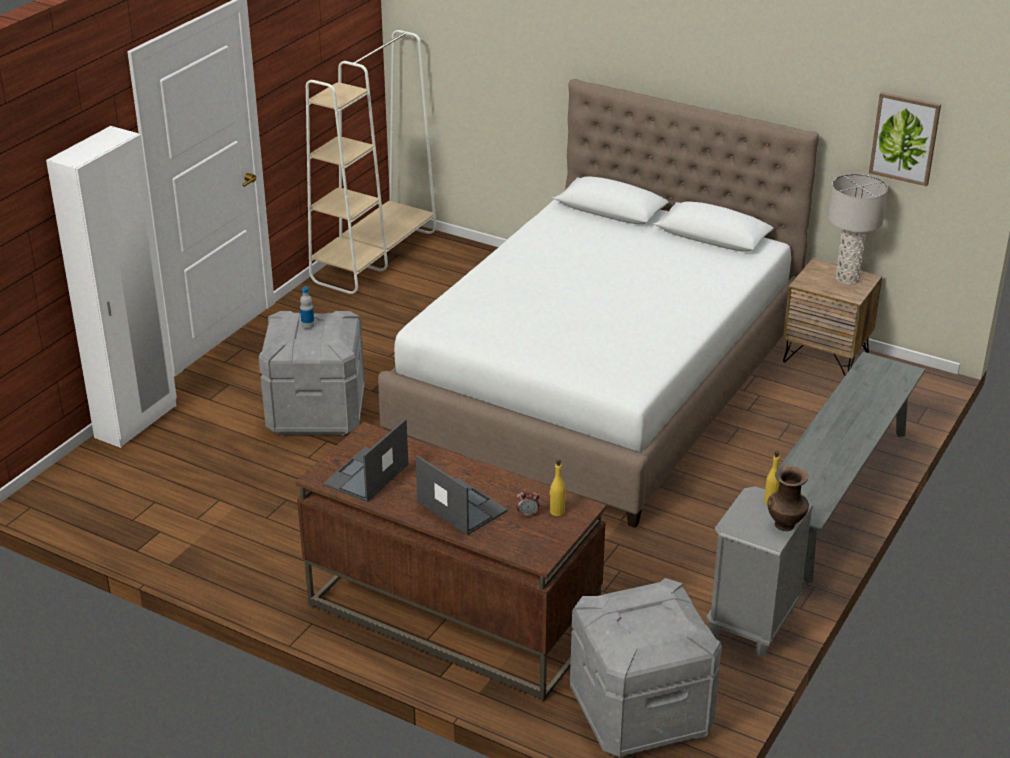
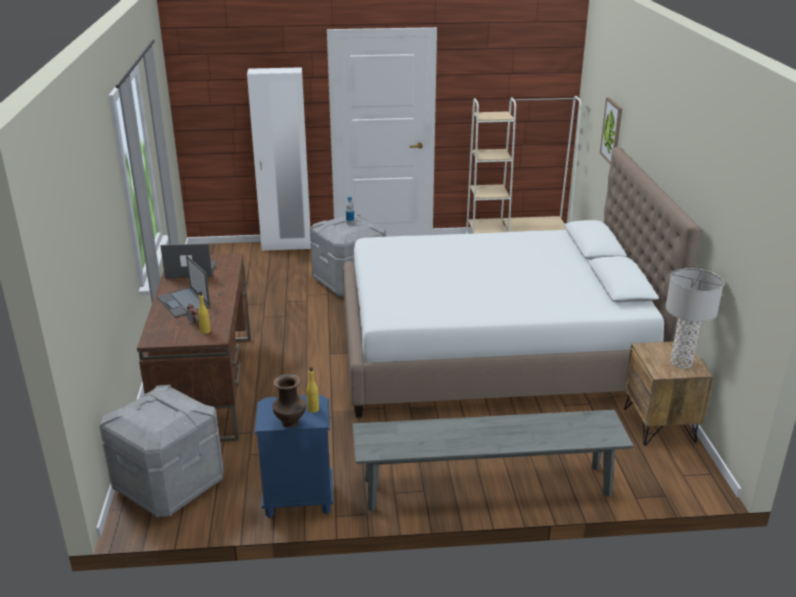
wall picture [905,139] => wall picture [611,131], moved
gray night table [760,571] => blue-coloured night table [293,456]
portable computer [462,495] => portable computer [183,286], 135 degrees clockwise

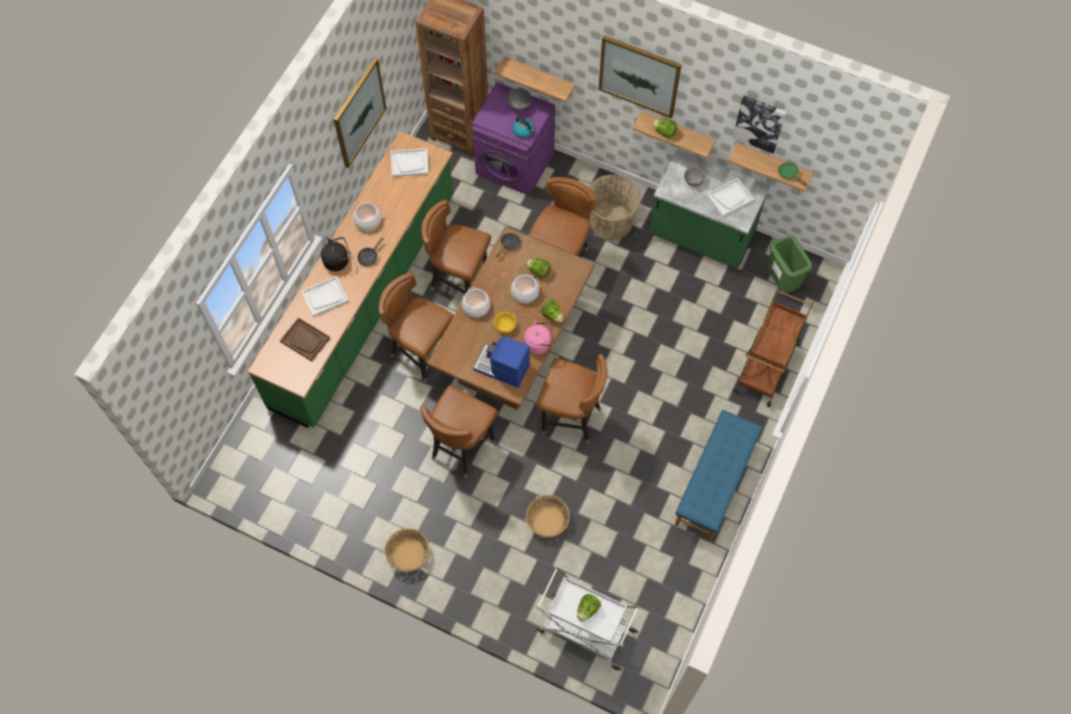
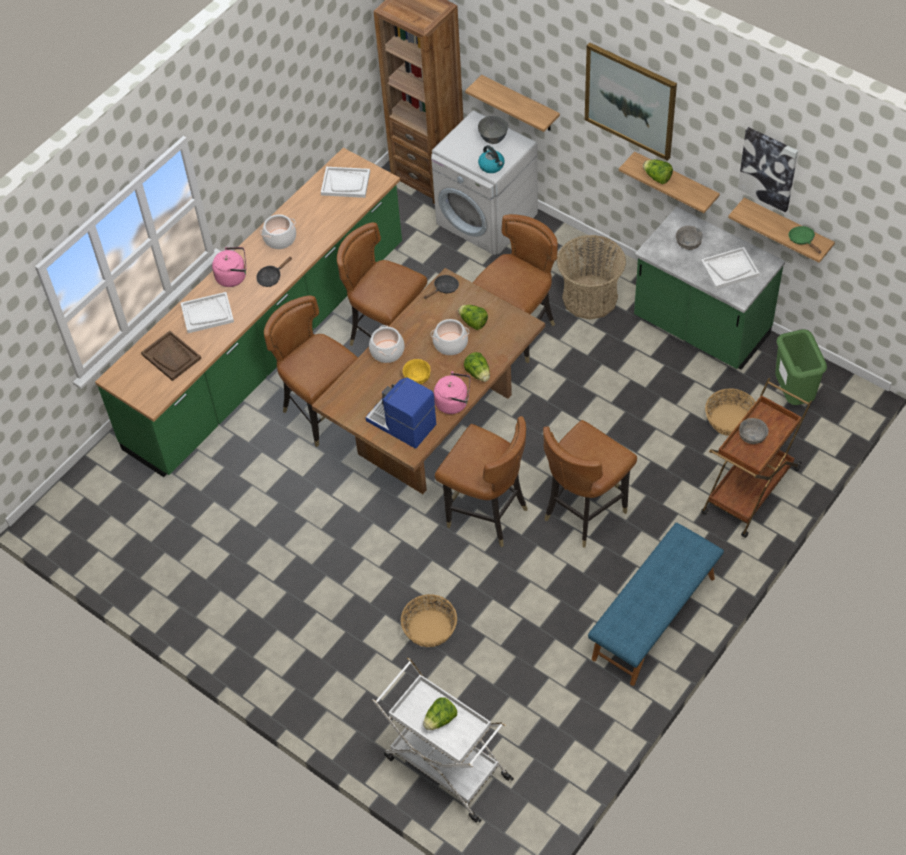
wall picture [360,113] => nothing
nothing => gray bowl [754,431]
household basket [407,550] => household basket [730,412], moved
brown upright chair [459,431] => brown upright chair [590,484], moved
blackish tea kettle [336,254] => pink tea kettle [229,267]
purple-coloured laundry machine [513,138] => white-coloured laundry machine [484,182]

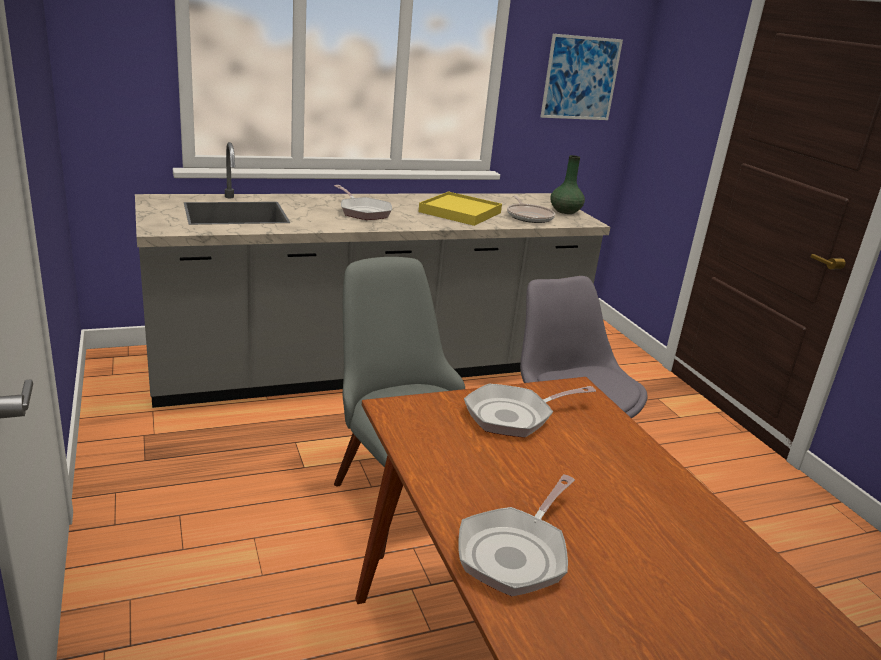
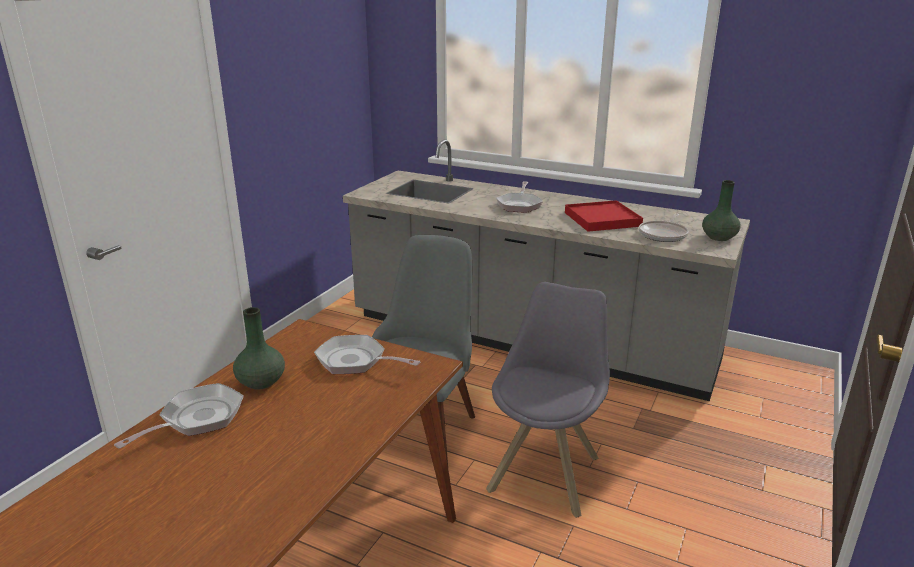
wall picture [582,77] => nothing
nothing => green-coloured vase [259,348]
yellow-coloured carrying tray [460,208] => reddish carrying tray [604,216]
skillet [516,535] => skillet [179,416], 135 degrees clockwise

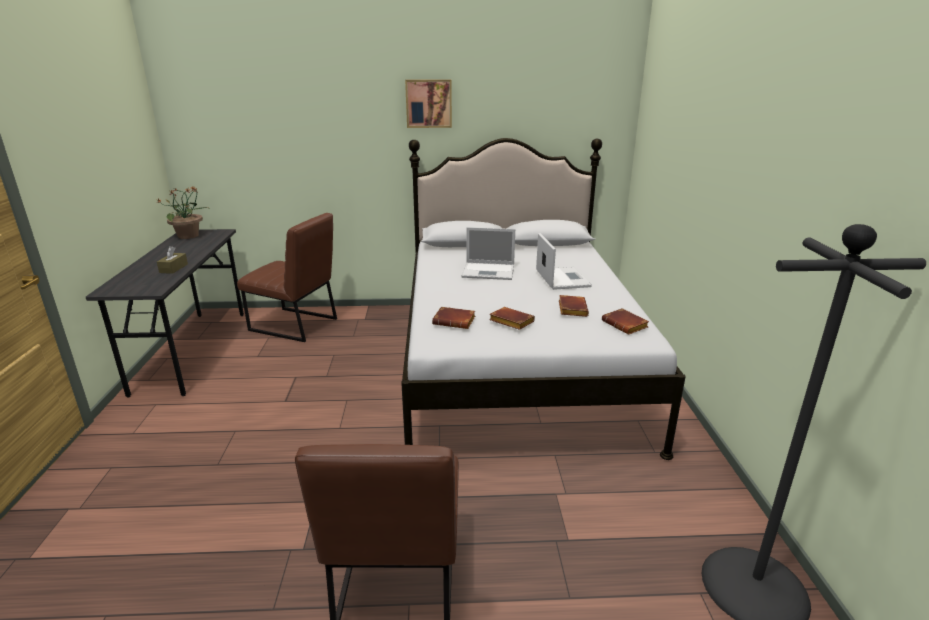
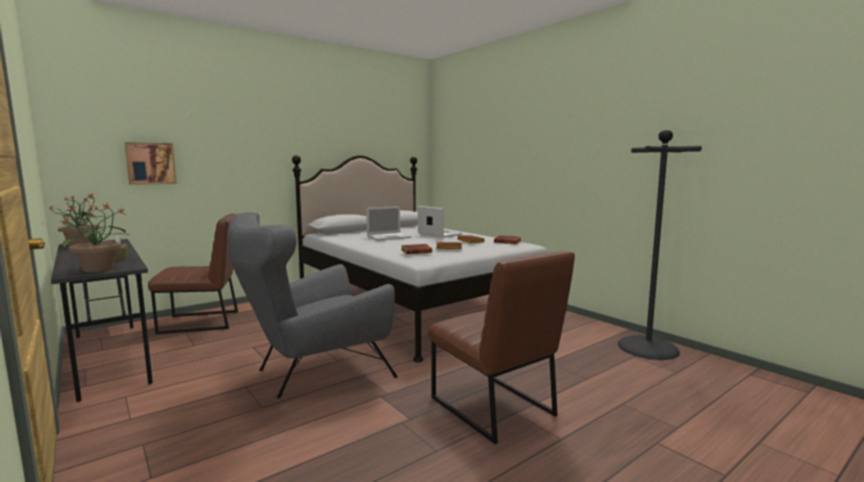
nothing => plant in a pot [95,237]
nothing => gray easy chair [312,305]
wall picture [428,103] => wall picture [150,163], moved

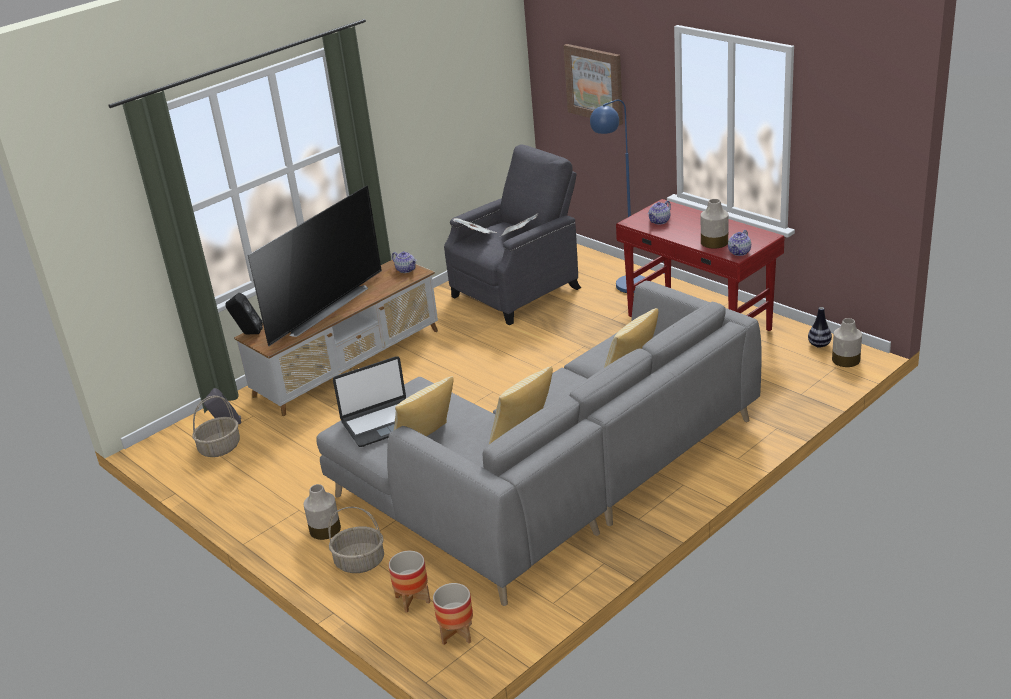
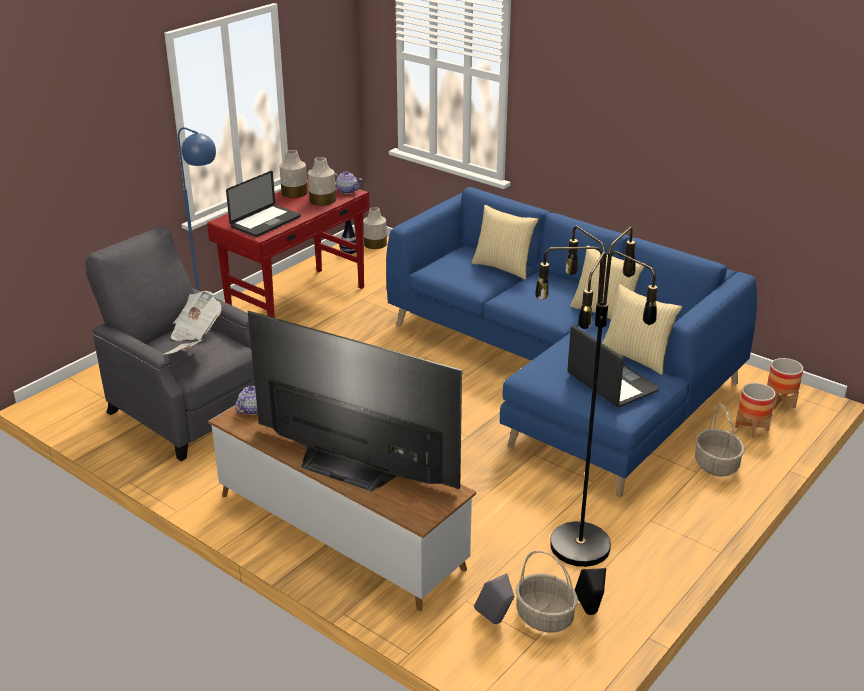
wall picture [593,85] => nothing
nothing => standard lamp [596,396]
blackish audio speaker [244,313] => blackish audio speaker [590,591], moved
sand-coloured vase [322,512] => sand-coloured vase [294,174], moved
tea pot [659,213] => portable computer [263,204]
gray sofa [539,443] => blue-coloured sofa [571,342]

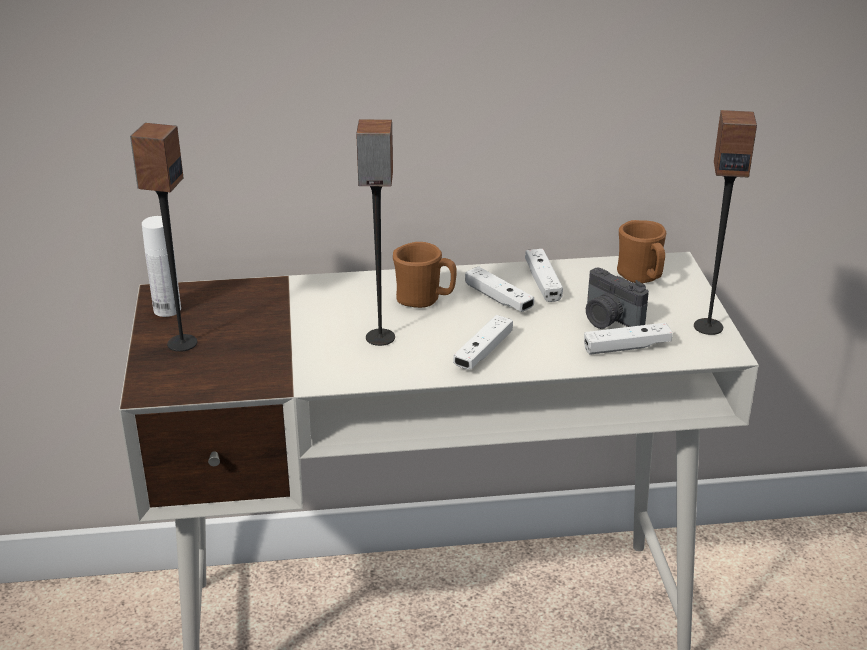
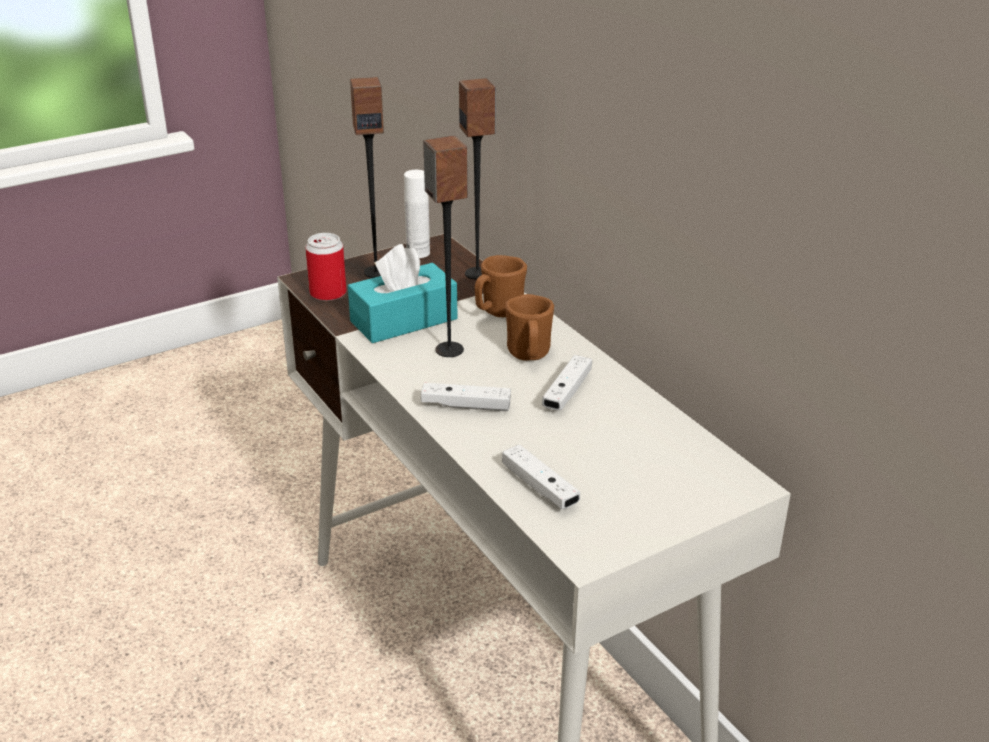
white-coloured game controller [544,275] => nothing
photo camera [617,298] => nothing
nothing => metal can [325,267]
nothing => turquoise tissue box [403,293]
brown mug [642,251] => brown mug [501,286], moved
audio speaker [725,222] => audio speaker [477,179], moved

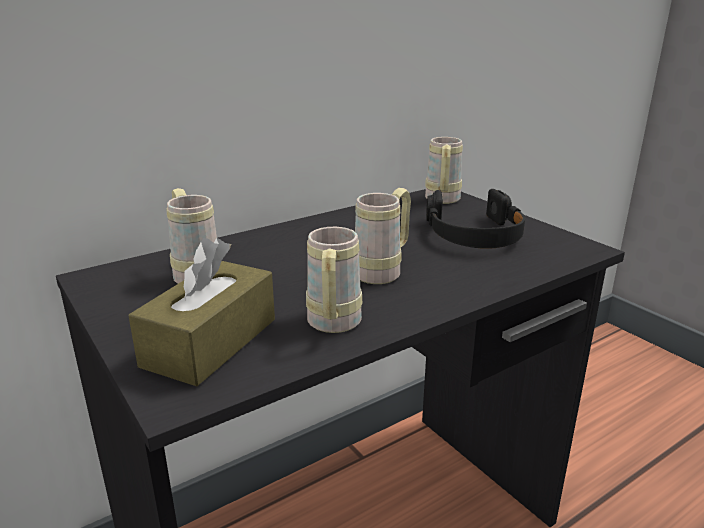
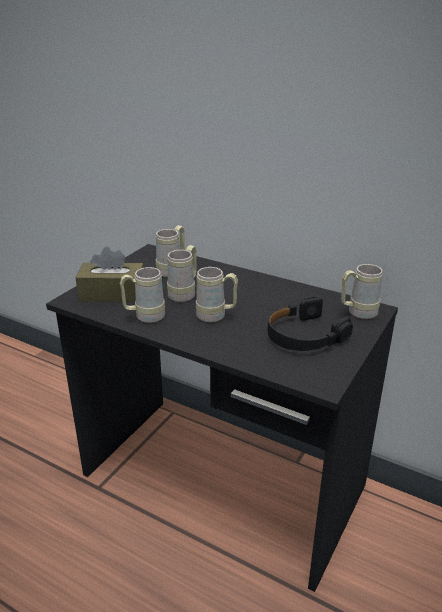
nothing => sand-coloured mug [182,273]

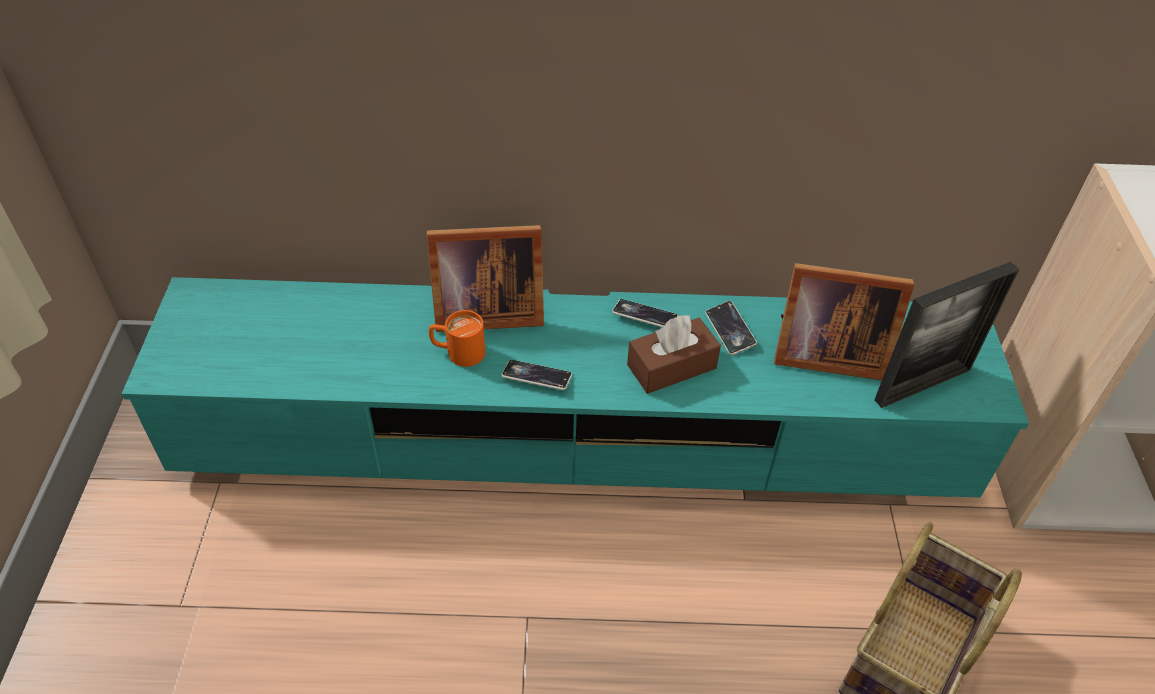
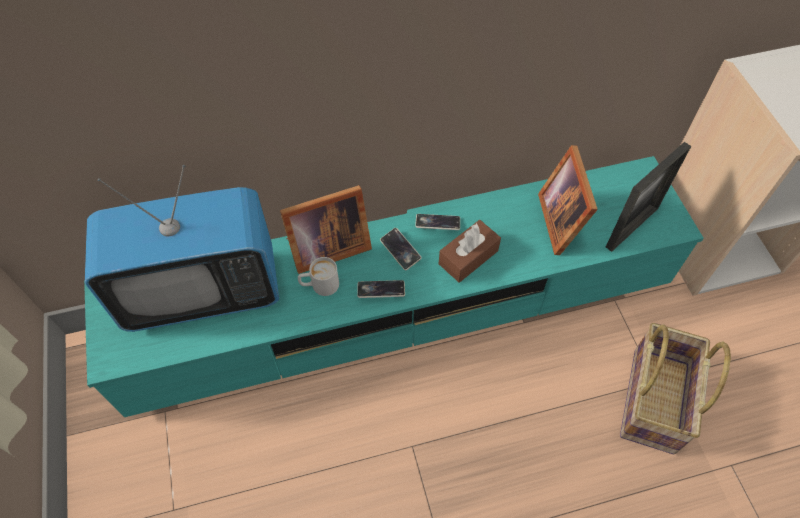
nothing => TV [182,248]
handset [731,328] => handset [401,249], moved
orange-coloured mug [457,338] => white-coloured mug [318,276]
photo frame [844,321] => photo frame [568,200], 90 degrees clockwise

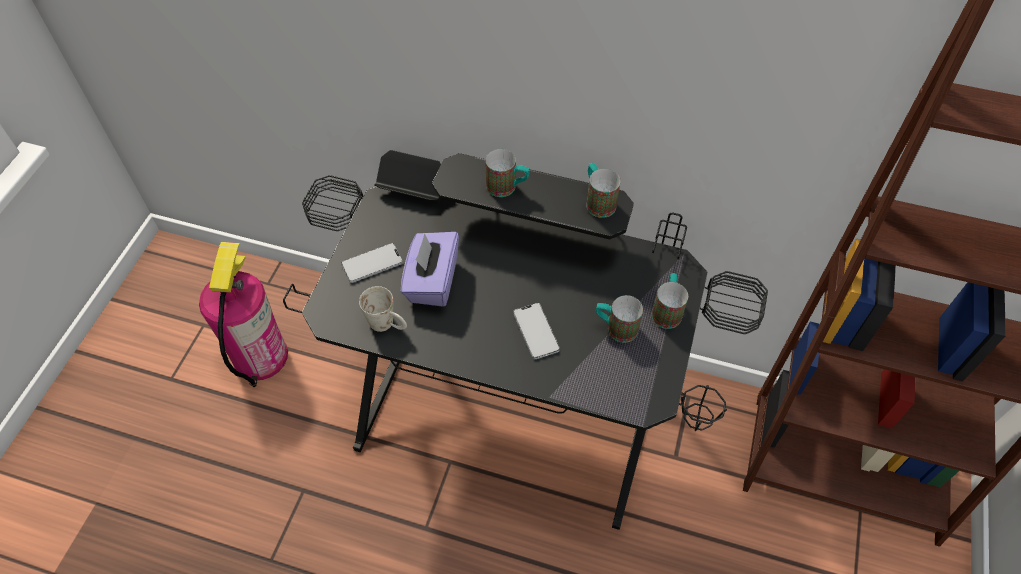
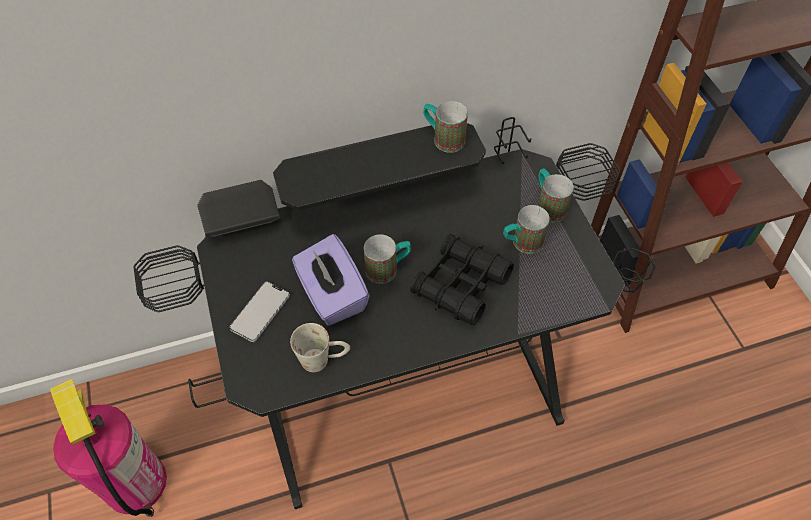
mug [507,173] => mug [387,259], moved
handset [536,331] => blackish binoculars [462,280]

